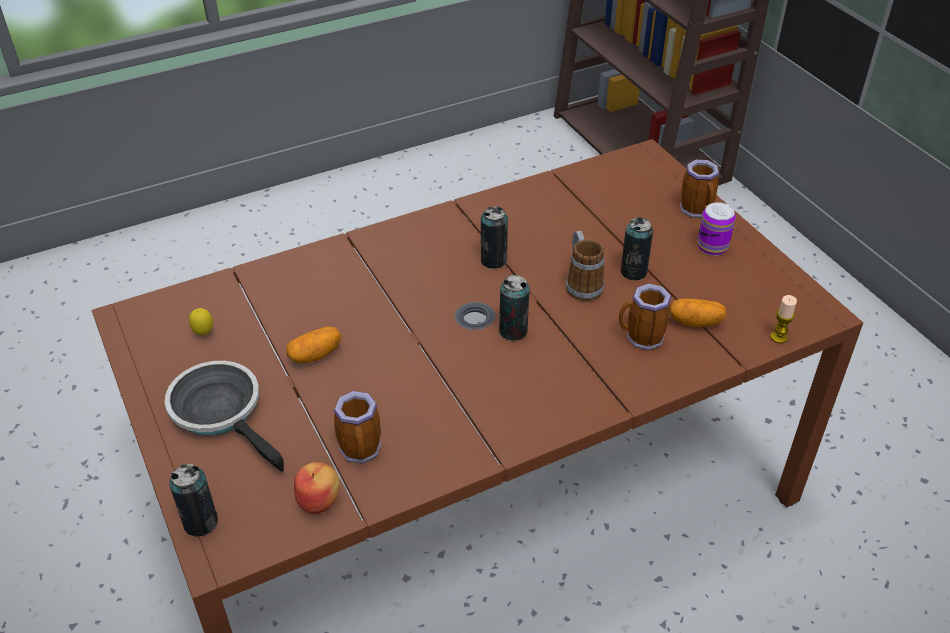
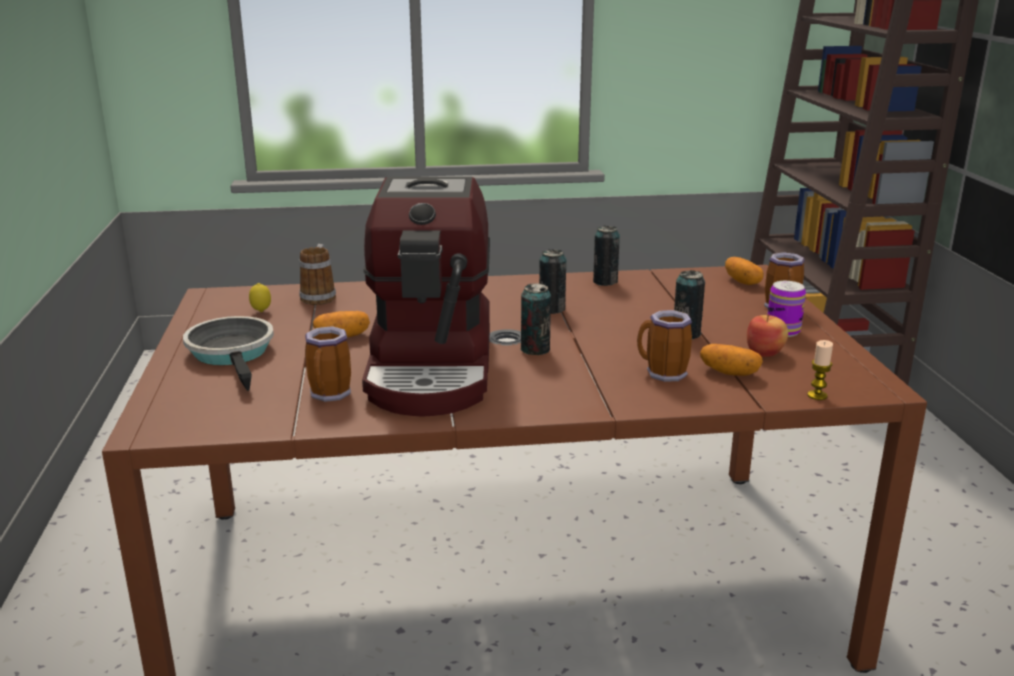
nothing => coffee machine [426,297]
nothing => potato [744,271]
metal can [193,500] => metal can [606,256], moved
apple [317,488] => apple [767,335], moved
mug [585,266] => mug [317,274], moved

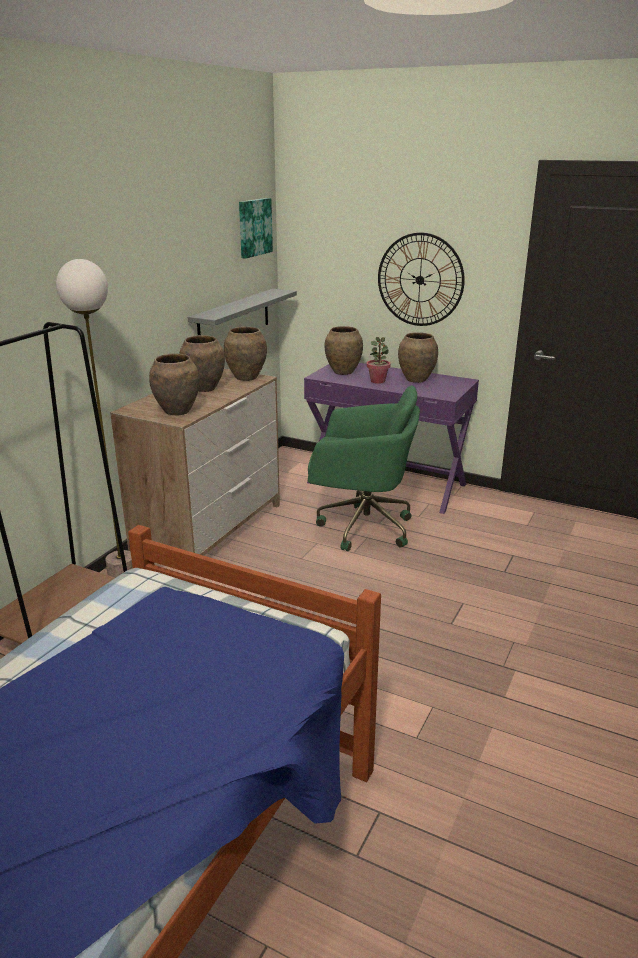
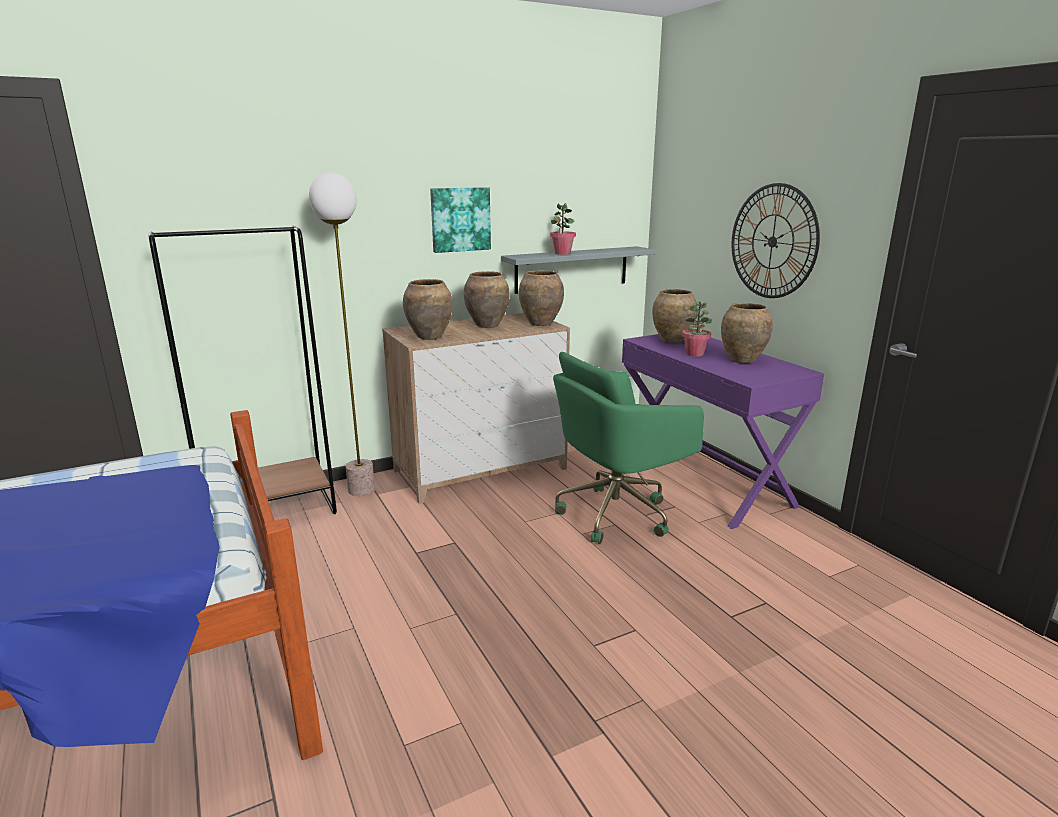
nothing => plant in a pot [563,229]
wall picture [256,228] => wall picture [460,220], moved
green-coloured office chair [364,468] => green-coloured office chair [628,448], 105 degrees clockwise

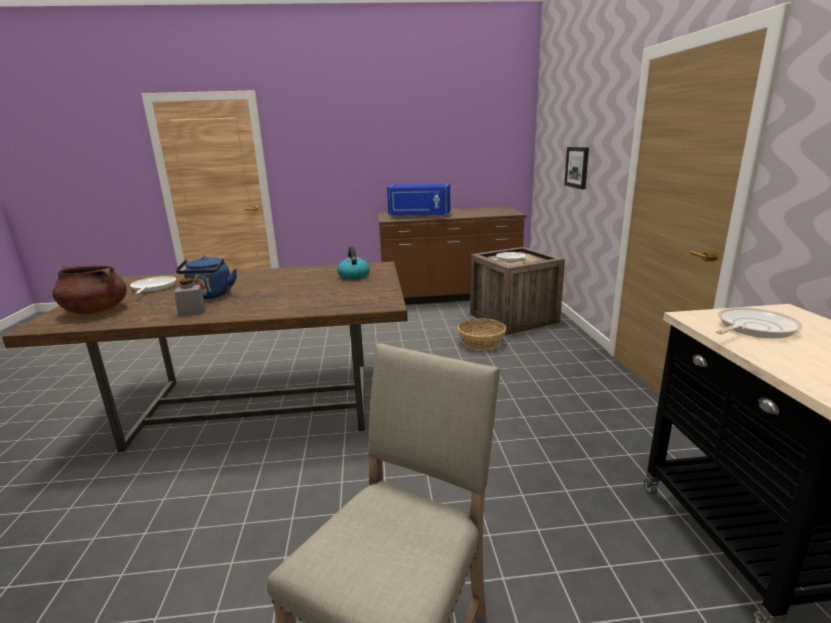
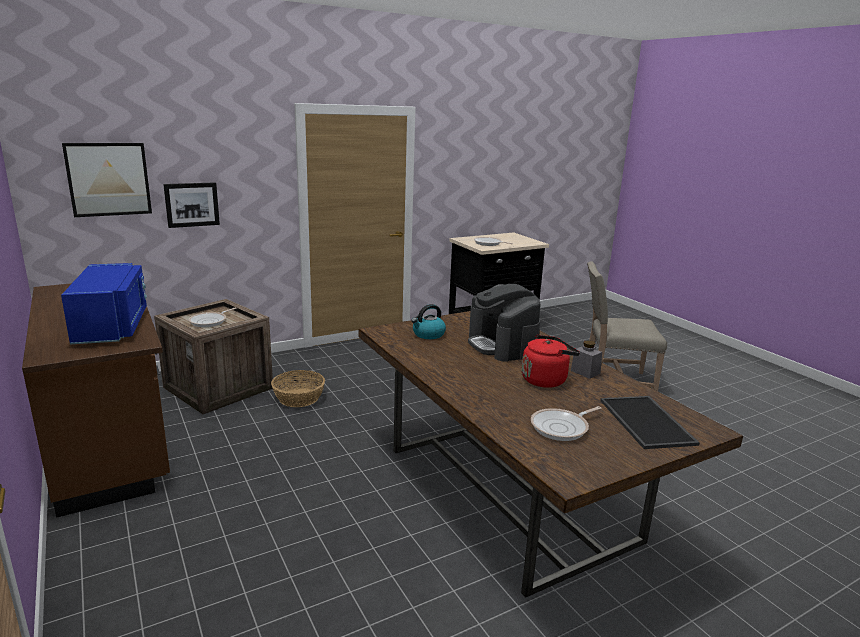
nothing => wall picture [107,180]
nothing => coffee machine [504,323]
brown saucepot [89,290] => carrying tray [650,422]
blue-coloured tea kettle [206,277] => reddish tea kettle [551,361]

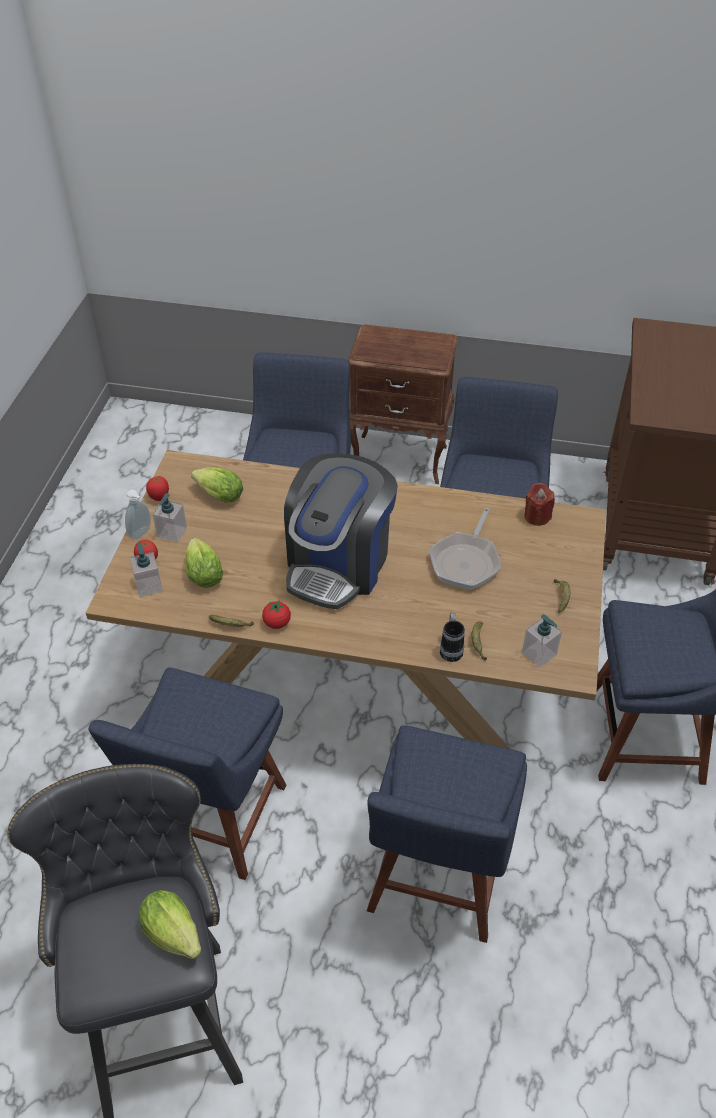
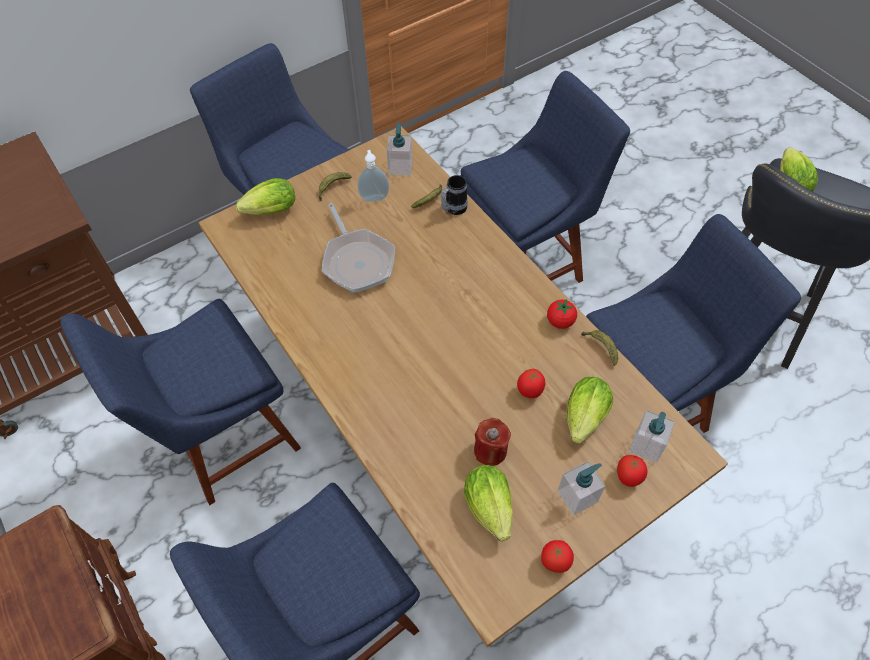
coffee machine [341,531] => nothing
nothing => lettuce head [265,196]
nothing => tomato [531,383]
soap dispenser [138,514] => soap dispenser [373,176], moved
reddish wax candle [539,504] => reddish wax candle [492,442], moved
skillet [465,549] => skillet [358,248], 90 degrees clockwise

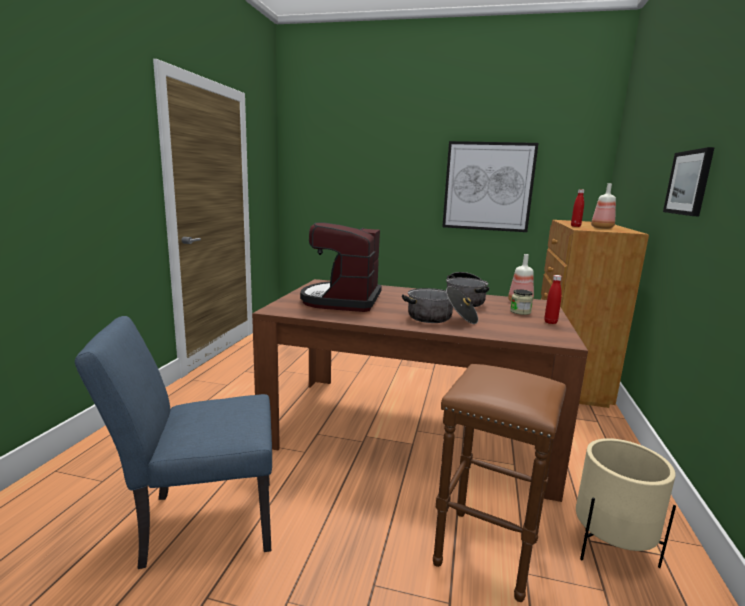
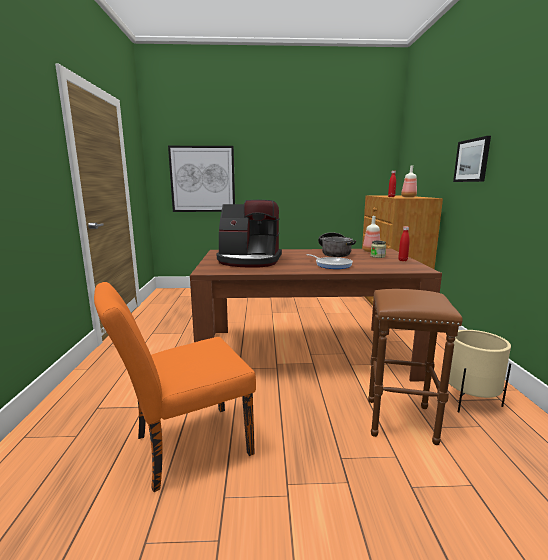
wall picture [490,186] => wall picture [201,179], moved
saucepot [440,305] => skillet [329,261]
blue-coloured upright chair [173,442] => orange-coloured upright chair [175,387]
coffee machine [341,267] => coffee machine [249,234], 75 degrees counterclockwise

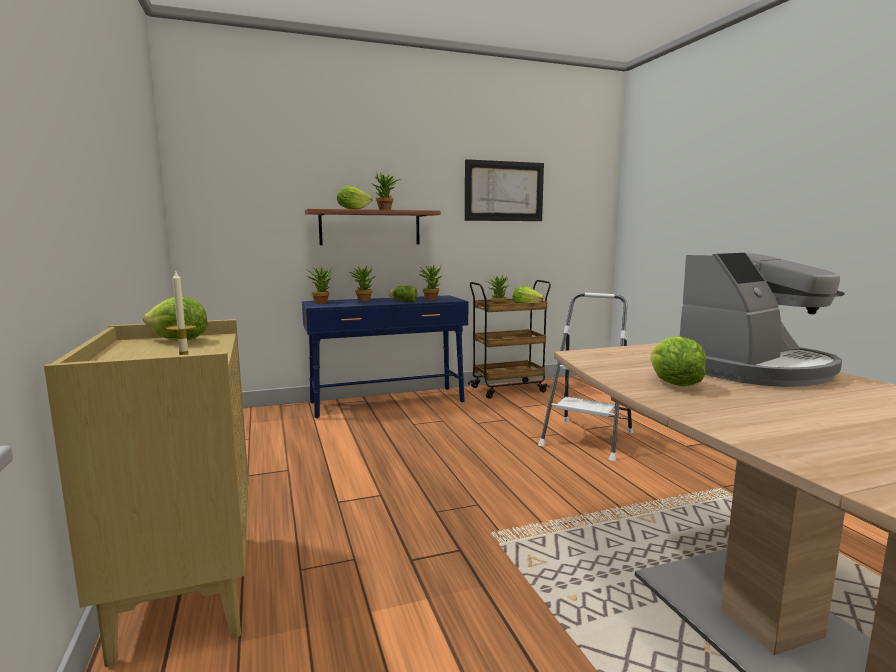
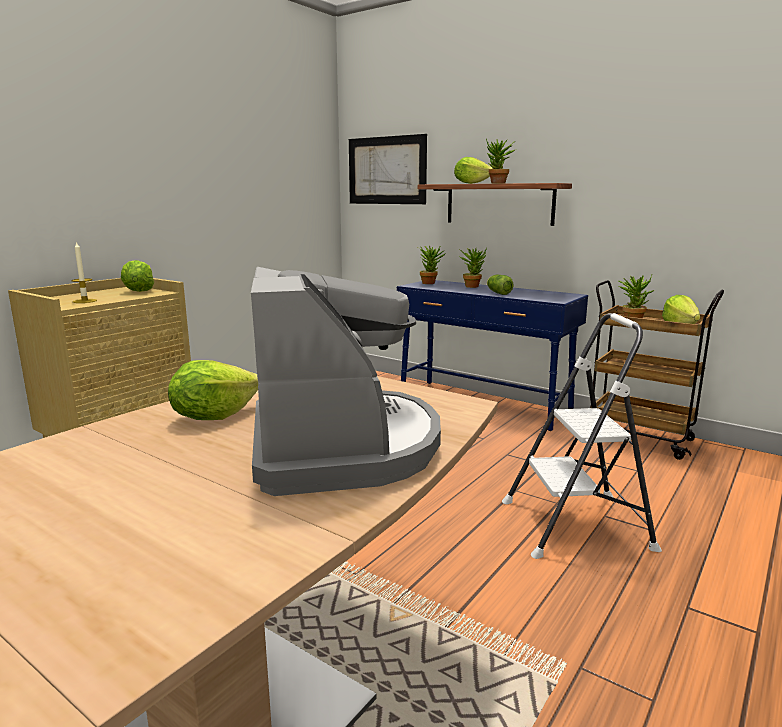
plant in a pot [431,282] => nothing
wall picture [504,190] => wall picture [388,169], moved
coffee machine [762,319] => coffee machine [346,381], 120 degrees counterclockwise

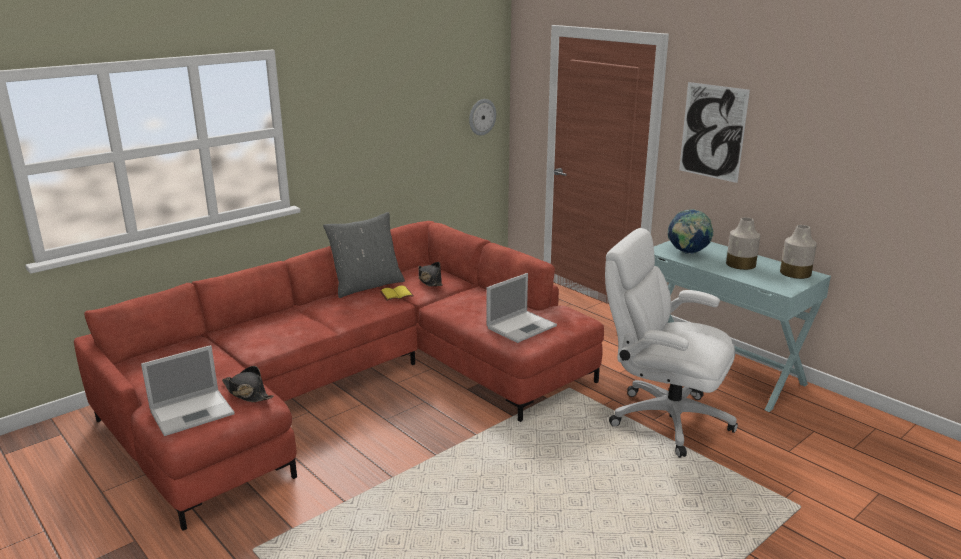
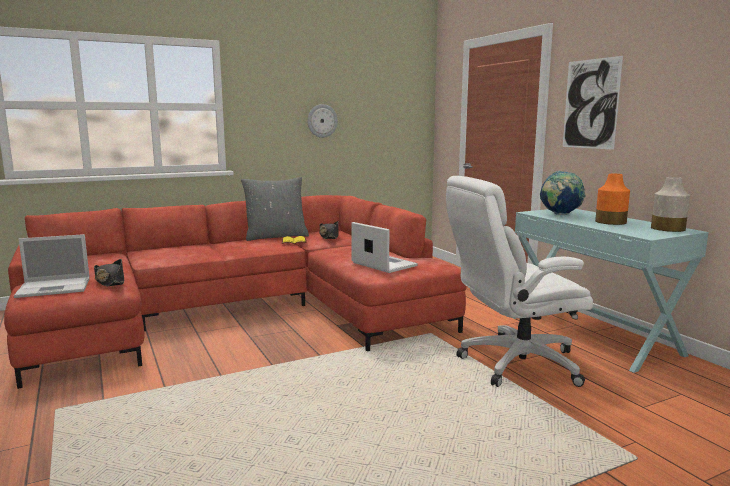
clock on the wall [482,117] => clock on the wall [322,121], moved
sand-coloured vase [743,243] => orange-coloured vase [612,199]
portable computer [521,308] => portable computer [384,247], 105 degrees counterclockwise
white-coloured office chair [671,343] => white-coloured office chair [519,281], 60 degrees counterclockwise

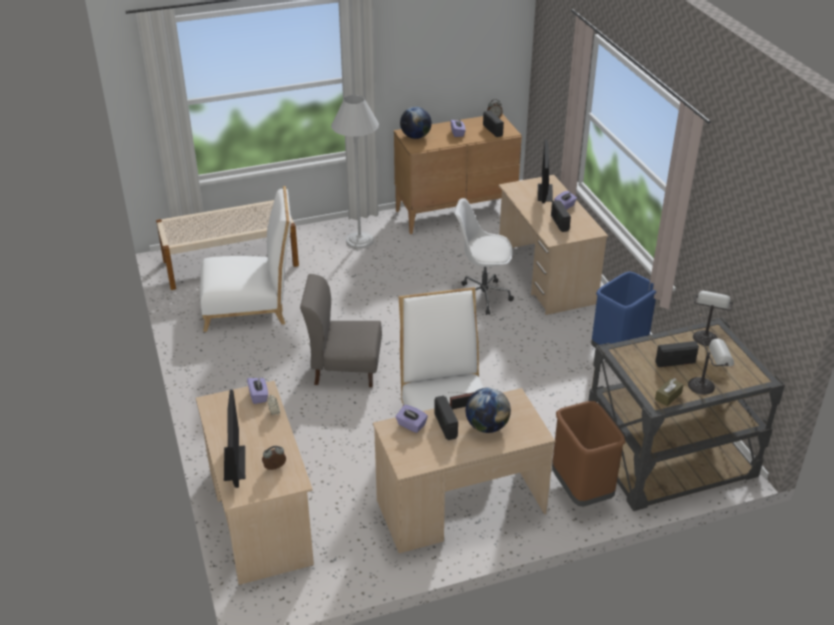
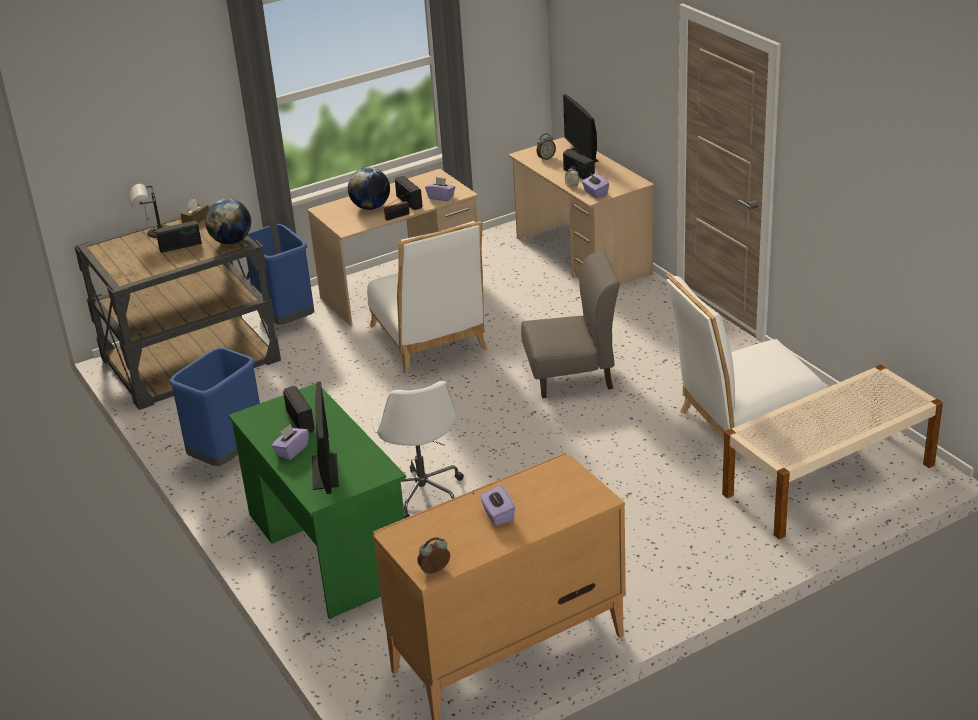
white-coloured standard lamp [355,171] => nothing
table lamp [713,318] => nothing
globe [416,123] => globe [228,221], moved
radio [493,123] => radio [579,164], moved
sand-coloured desk unit [553,245] => green-coloured desk unit [317,501]
brown trash can [588,453] => blue-coloured trash can [280,274]
white-coloured office chair [484,256] => white-coloured office chair [418,449], 75 degrees clockwise

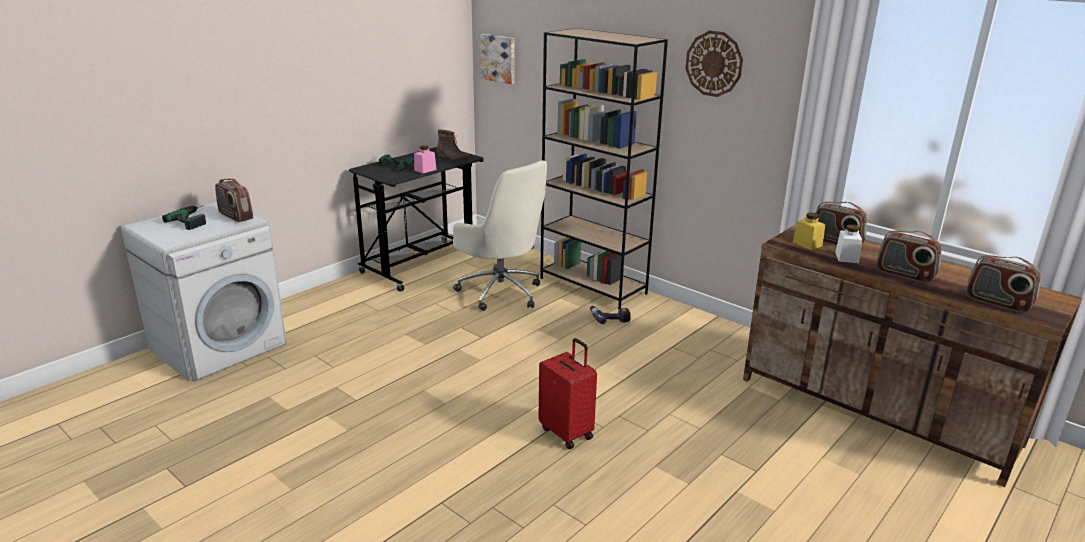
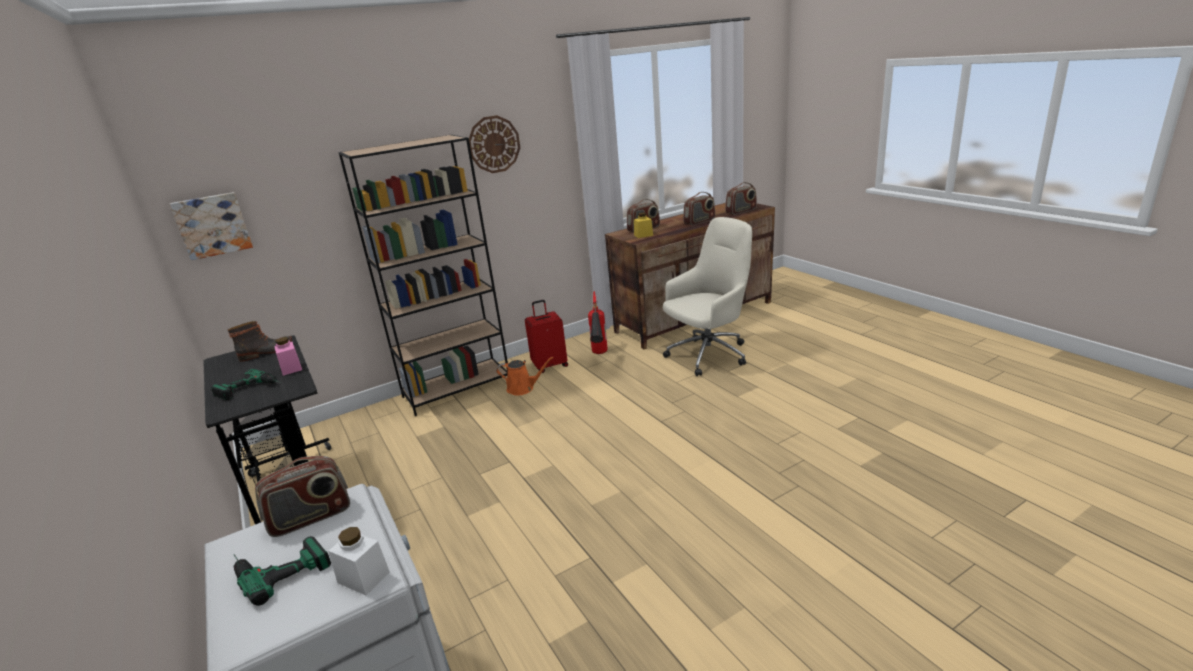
nothing => fire extinguisher [598,322]
sand-coloured office chair [500,235] => sand-coloured office chair [707,296], moved
reddish travel case [568,393] => reddish travel case [546,336], moved
white-coloured preserve jar [848,244] => white-coloured preserve jar [359,561], moved
electric drill [610,315] => orange-coloured watering pot [525,376]

